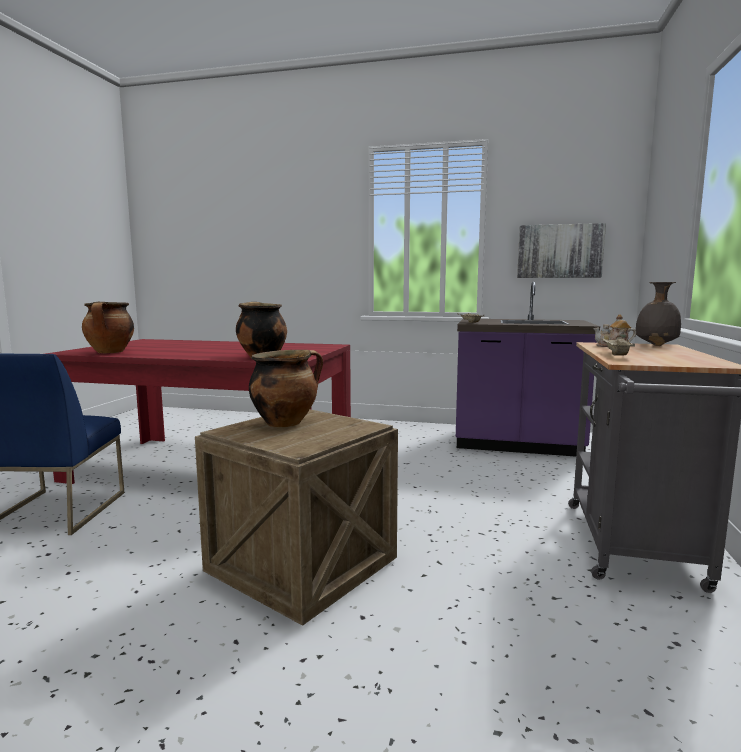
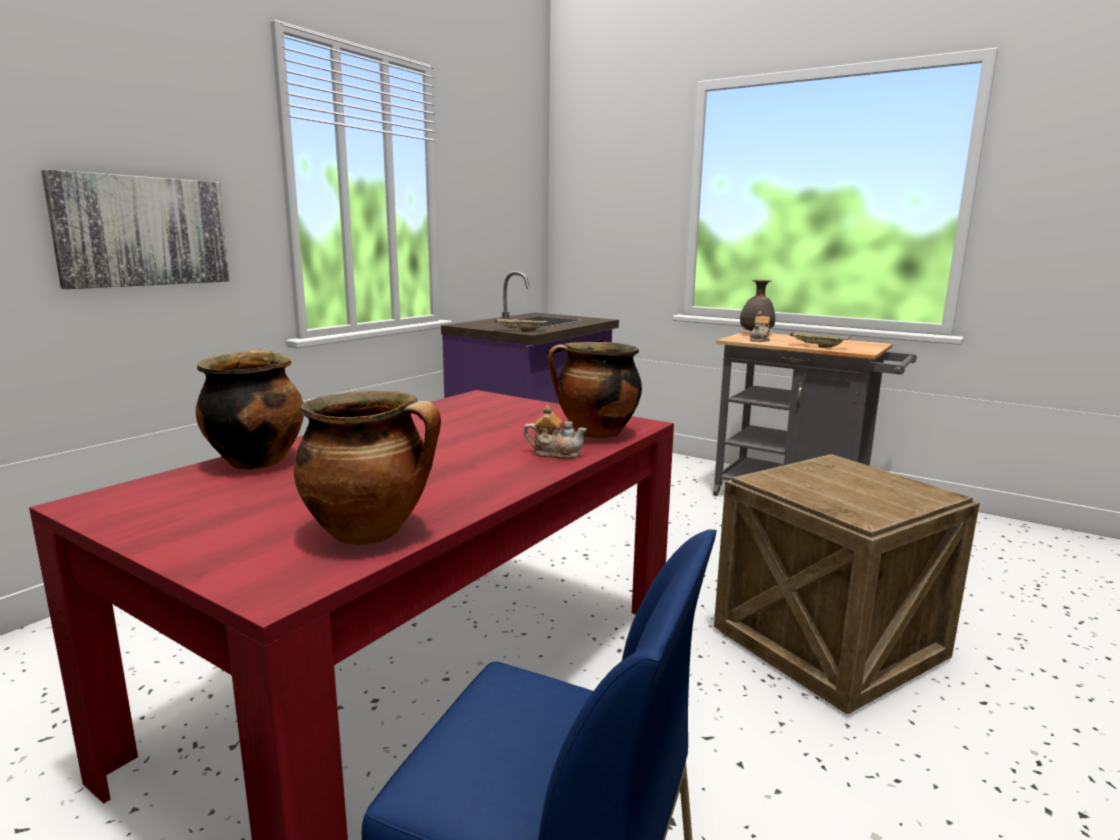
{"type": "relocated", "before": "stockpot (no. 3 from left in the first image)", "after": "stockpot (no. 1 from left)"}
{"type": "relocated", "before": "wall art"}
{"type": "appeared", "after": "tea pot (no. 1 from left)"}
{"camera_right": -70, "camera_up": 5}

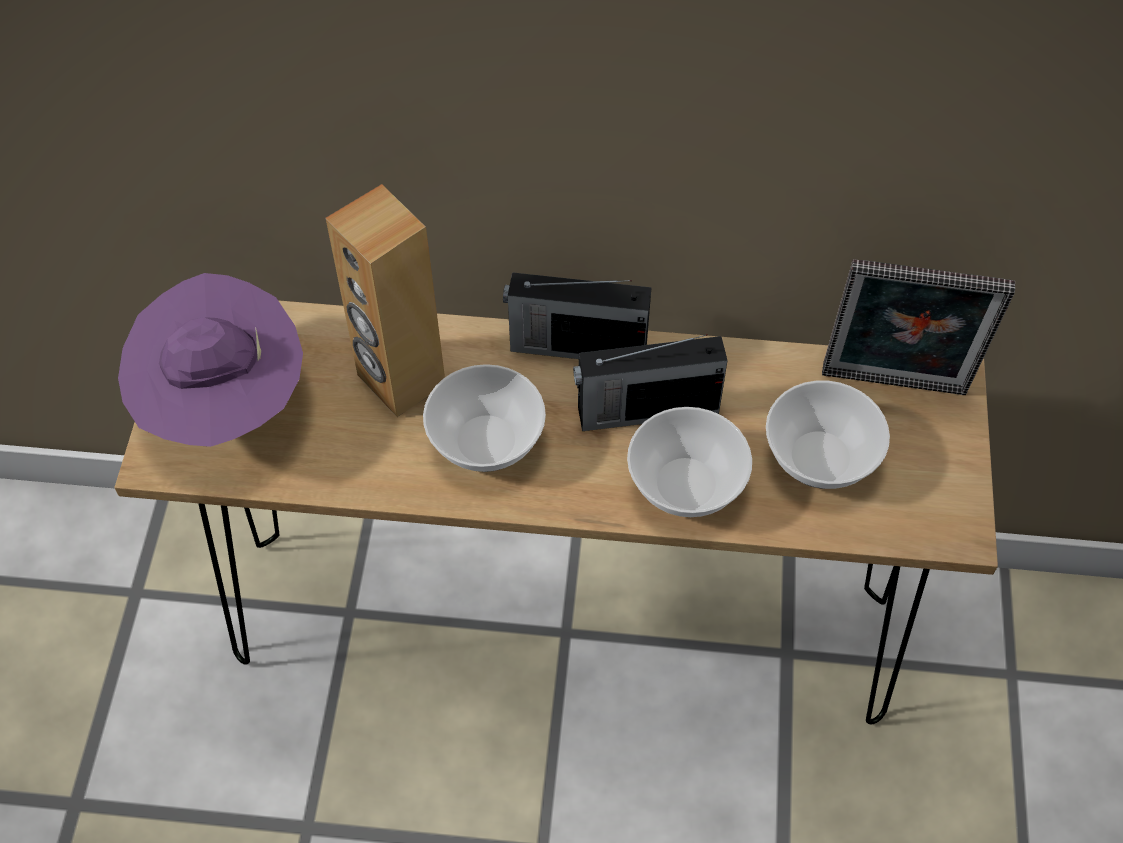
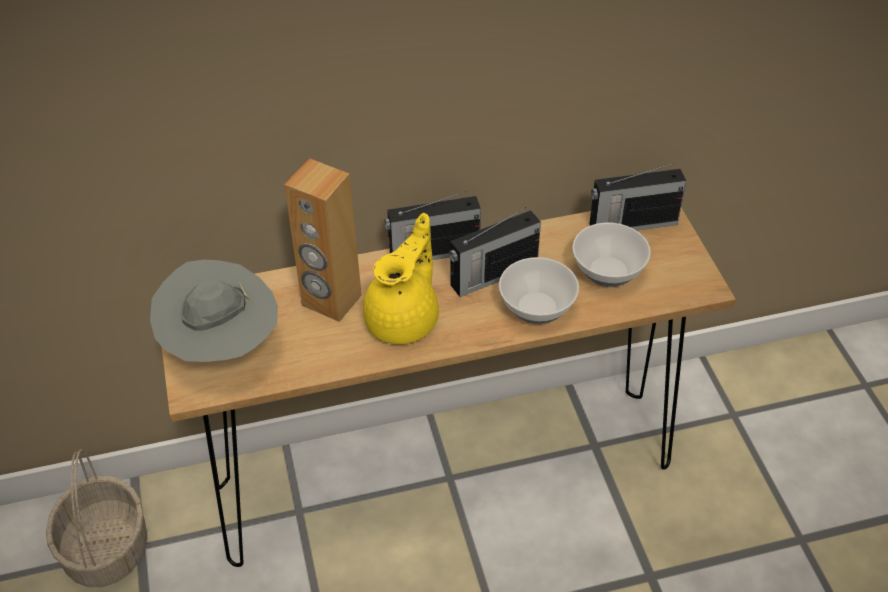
{"type": "colour", "before": "purple-coloured hat", "after": "gray hat"}
{"type": "exchanged", "before": "bowl (no. 1 from left)", "after": "yellowish tea pot"}
{"type": "exchanged", "before": "picture frame", "after": "radio set (no. 3 from left)"}
{"type": "appeared", "after": "storage basket"}
{"camera_right": -20, "camera_up": -10}

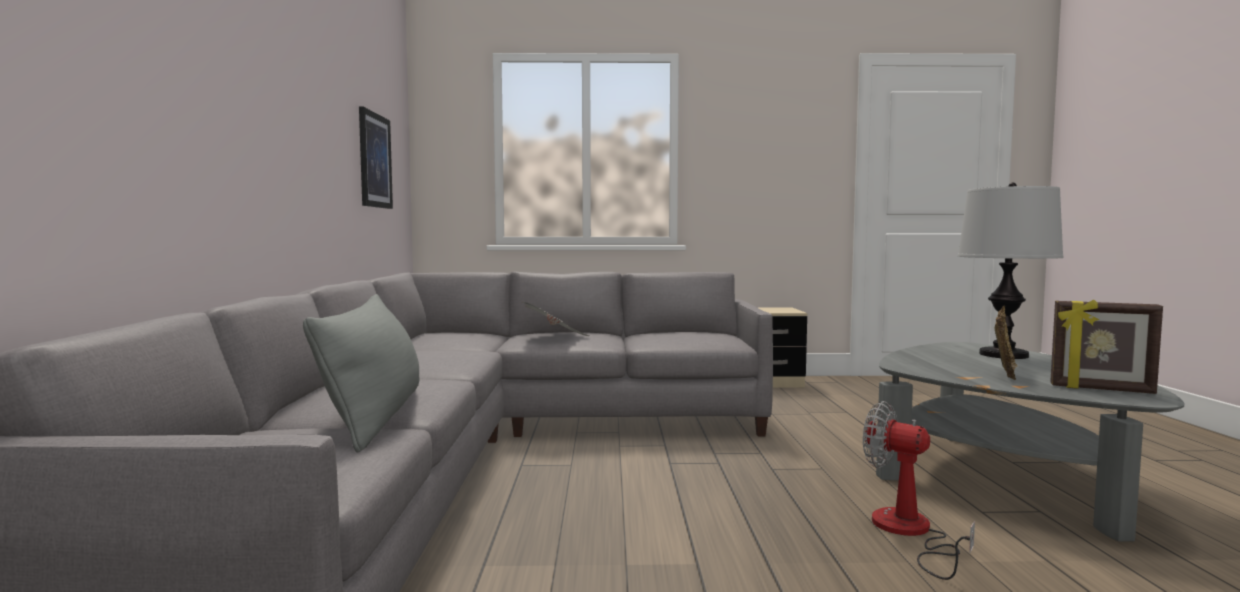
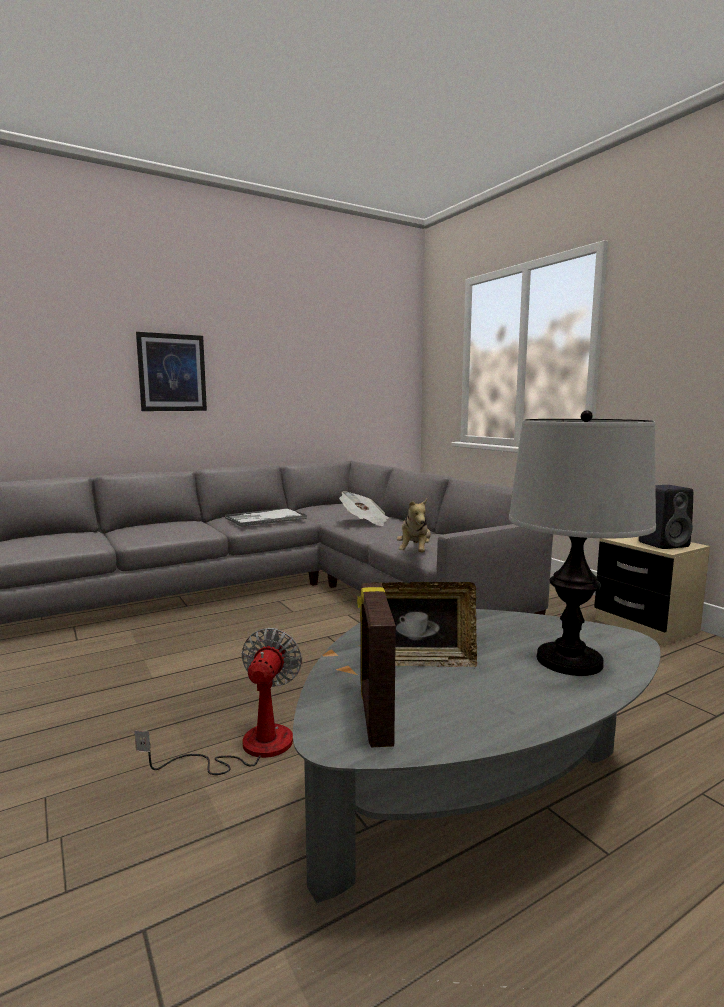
{"type": "missing", "before": "gray pillow"}
{"type": "relocated", "before": "wall art"}
{"type": "appeared", "after": "tray"}
{"type": "appeared", "after": "cuddly toy"}
{"type": "appeared", "after": "black-coloured loudspeaker"}
{"camera_right": 60, "camera_up": 5}

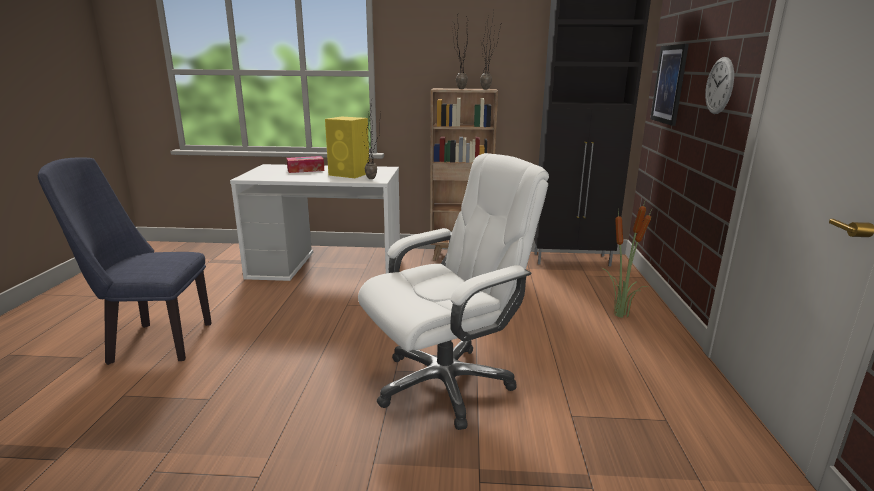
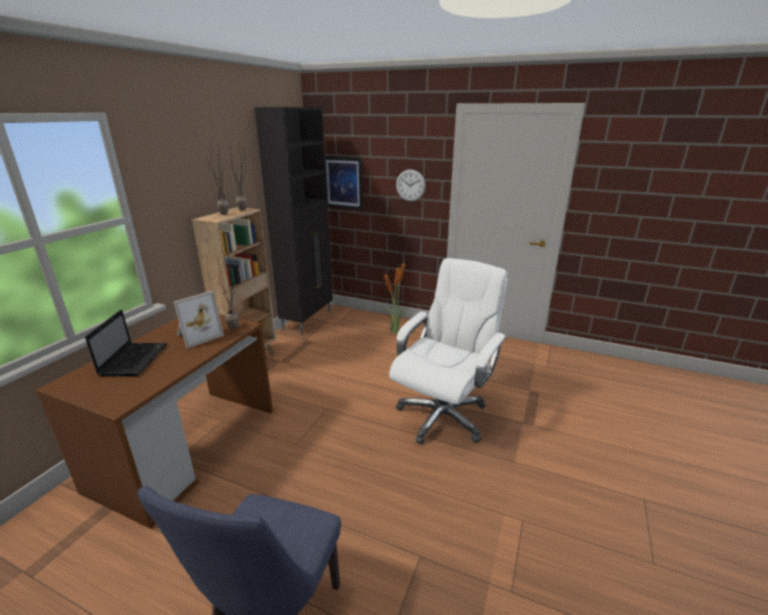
{"type": "colour", "before": "white desk unit", "after": "brownish desk unit"}
{"type": "exchanged", "before": "tissue holder", "after": "portable computer"}
{"type": "exchanged", "before": "yellowish loudspeaker", "after": "picture frame"}
{"type": "spun", "before": "white office chair", "turn": 45}
{"camera_right": -70, "camera_up": 5}

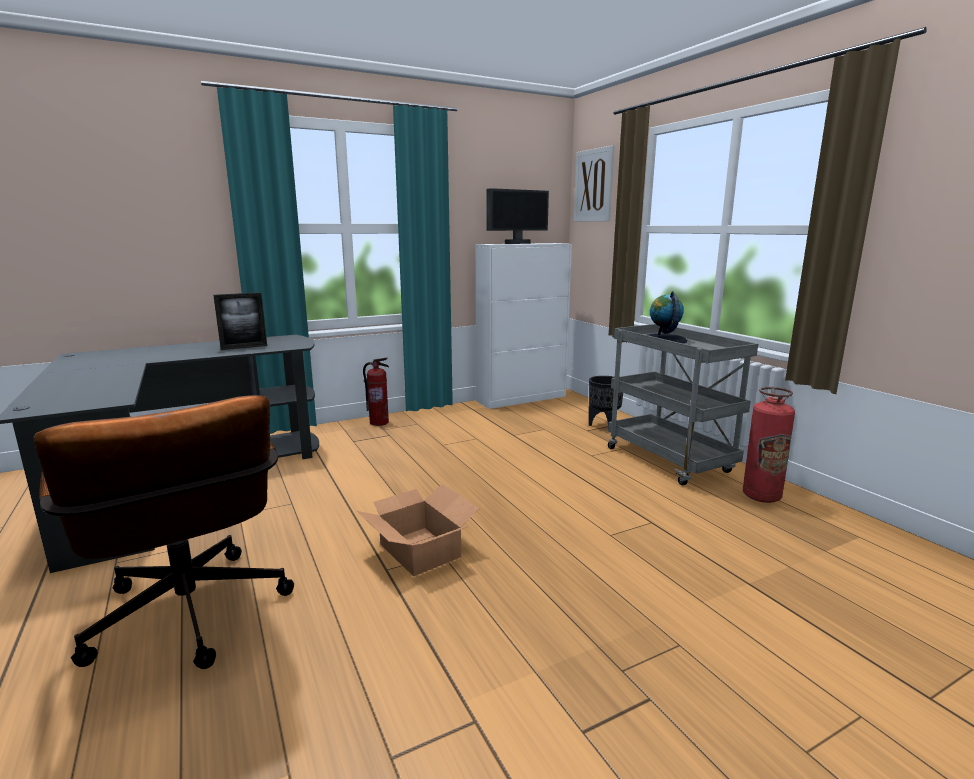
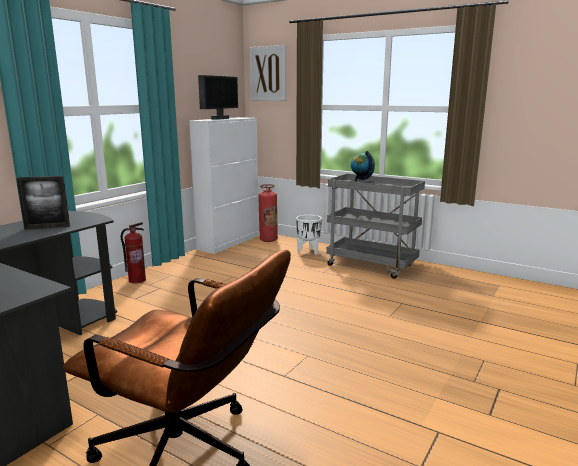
{"type": "spun", "before": "picture frame", "turn": 45}
{"type": "missing", "before": "packing box"}
{"type": "colour", "before": "black-coloured planter", "after": "white planter"}
{"type": "relocated", "before": "extinguisher (no. 2 from left)"}
{"camera_right": -30, "camera_up": 0}

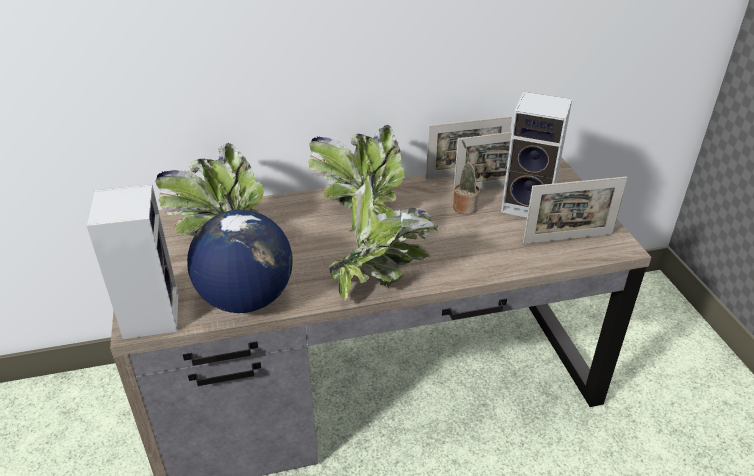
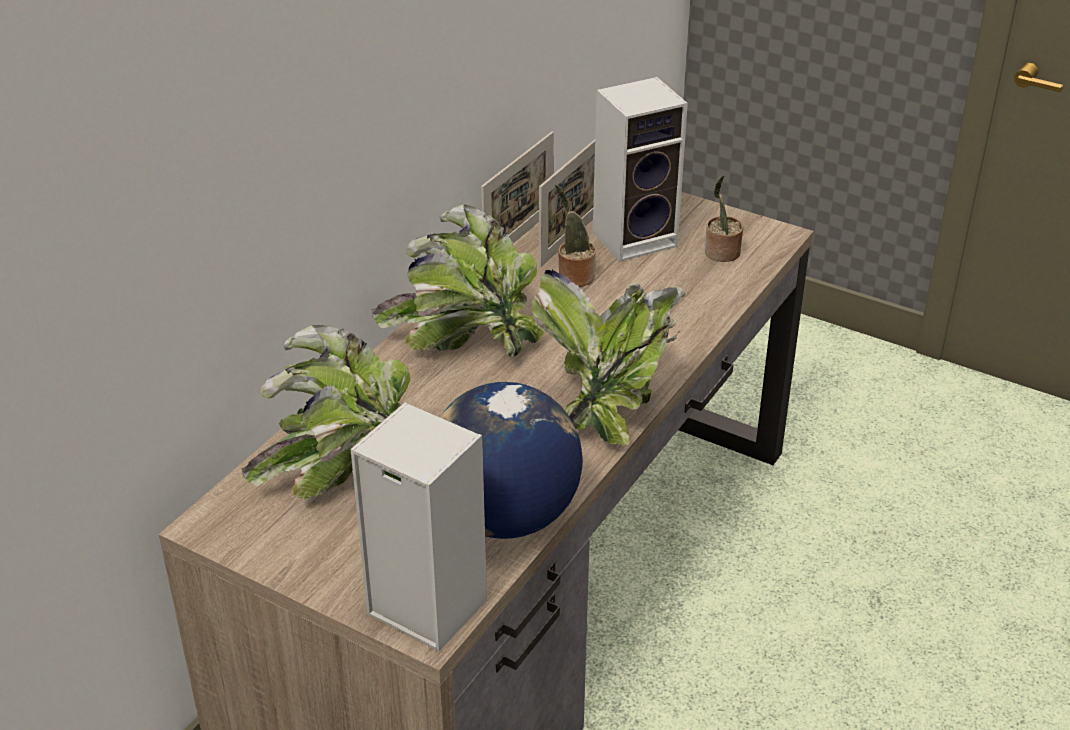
{"type": "exchanged", "before": "picture frame (no. 3 from left)", "after": "potted plant (no. 5 from left)"}
{"camera_right": -45, "camera_up": 0}

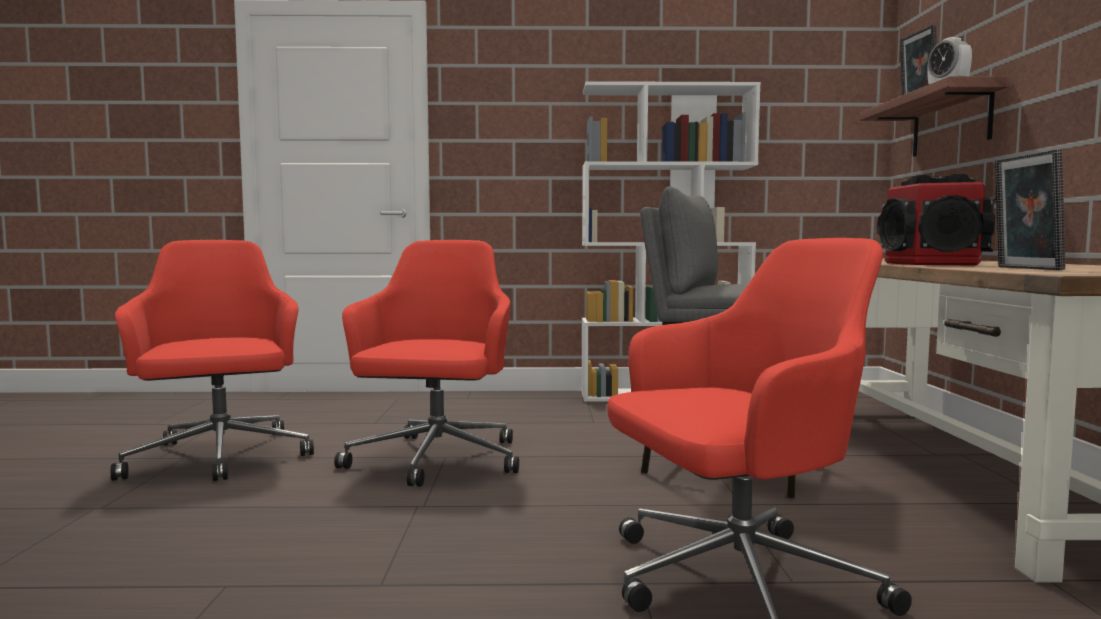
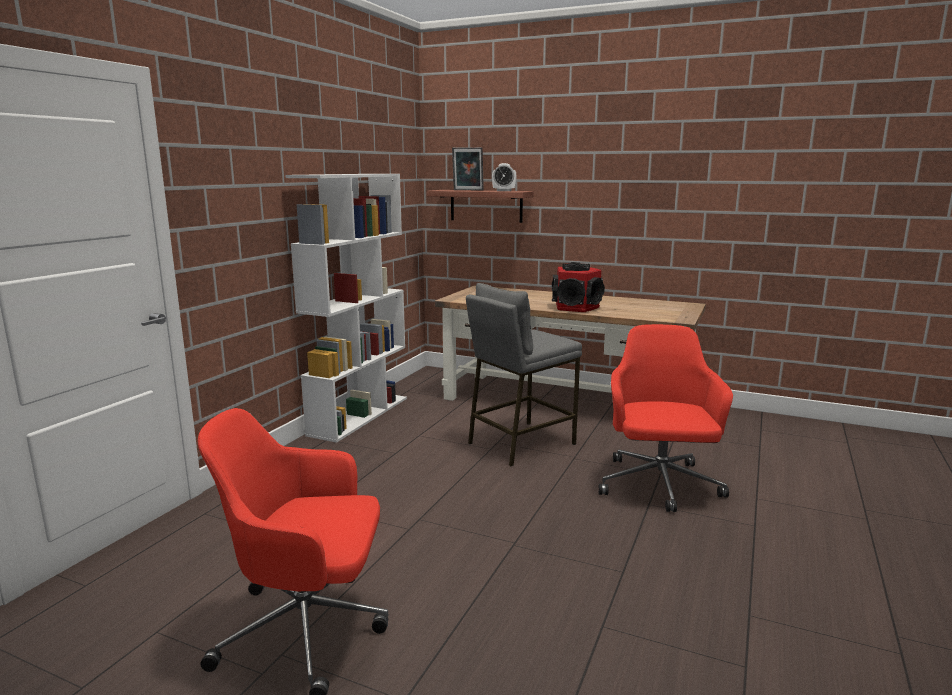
{"type": "missing", "before": "red-coloured office chair (no. 2 from left)"}
{"type": "missing", "before": "picture frame (no. 2 from left)"}
{"camera_right": -65, "camera_up": 10}

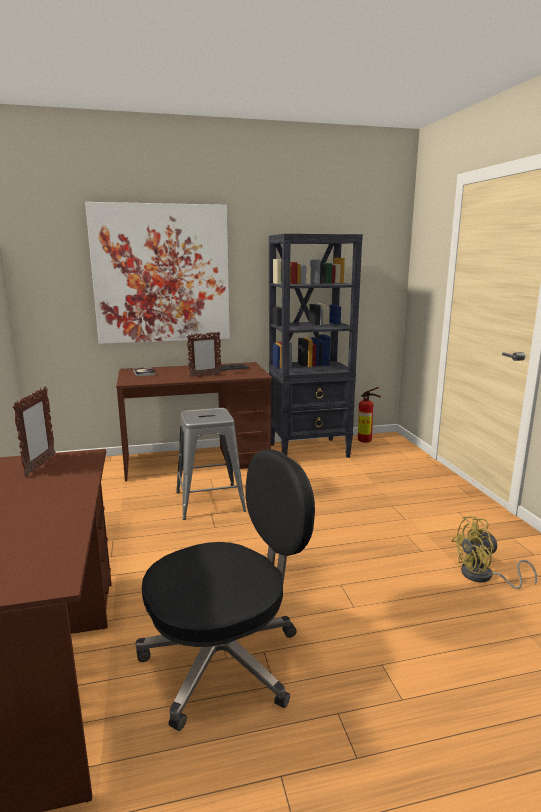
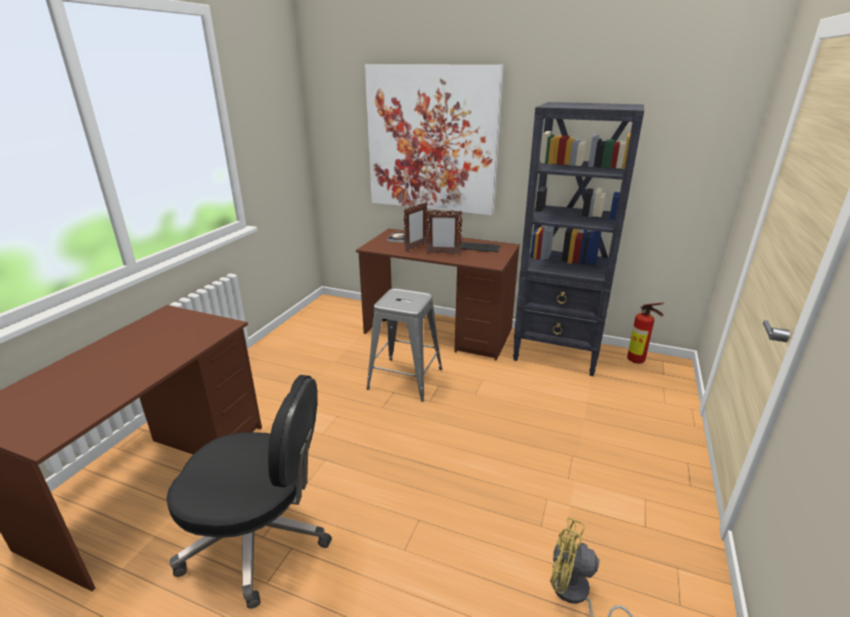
{"type": "relocated", "before": "picture frame (no. 1 from left)"}
{"camera_right": 35, "camera_up": 10}

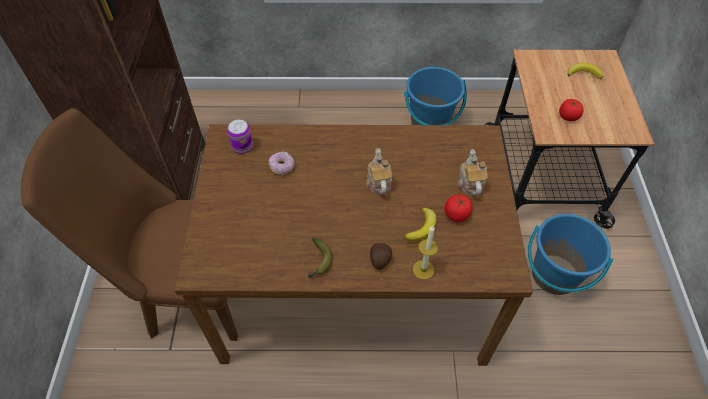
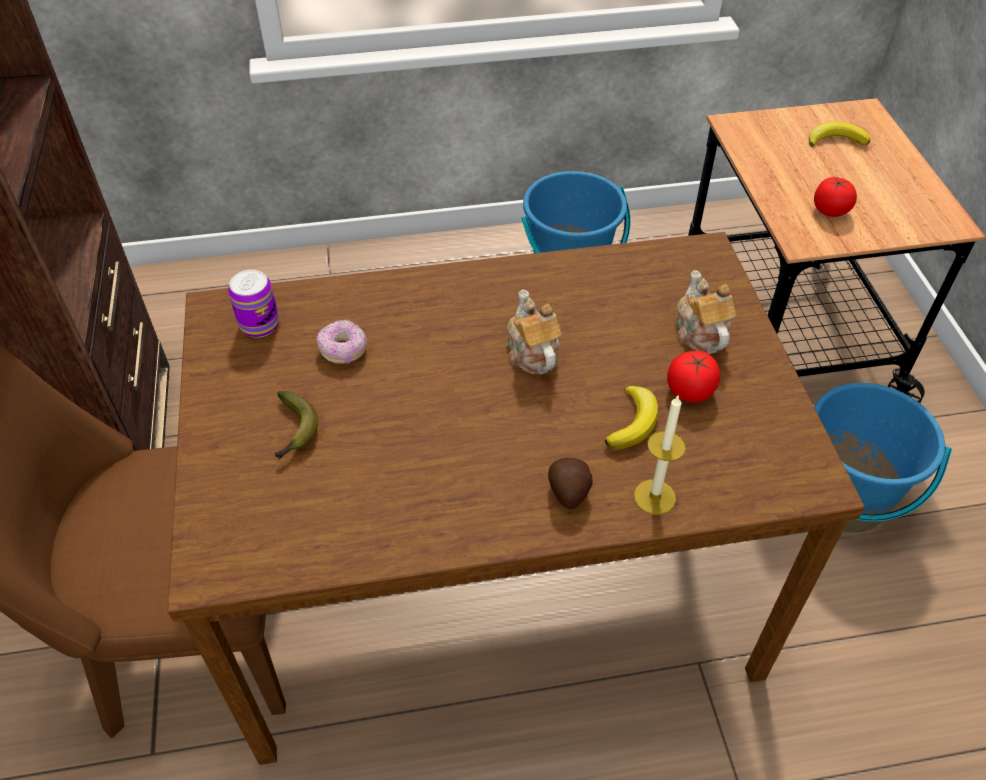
{"type": "relocated", "before": "banana (no. 1 from left)"}
{"camera_right": -10, "camera_up": -5}

